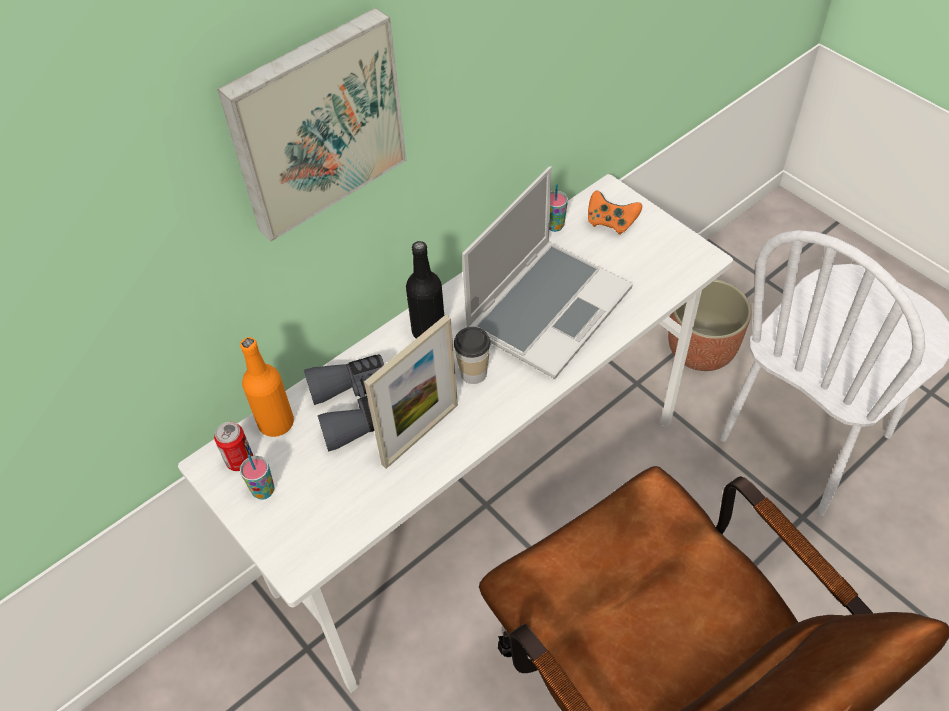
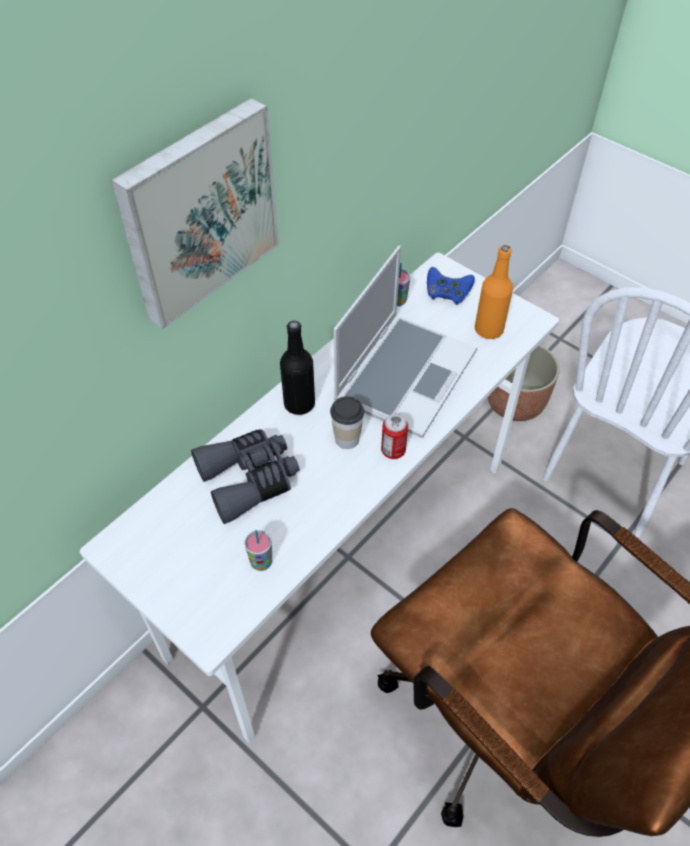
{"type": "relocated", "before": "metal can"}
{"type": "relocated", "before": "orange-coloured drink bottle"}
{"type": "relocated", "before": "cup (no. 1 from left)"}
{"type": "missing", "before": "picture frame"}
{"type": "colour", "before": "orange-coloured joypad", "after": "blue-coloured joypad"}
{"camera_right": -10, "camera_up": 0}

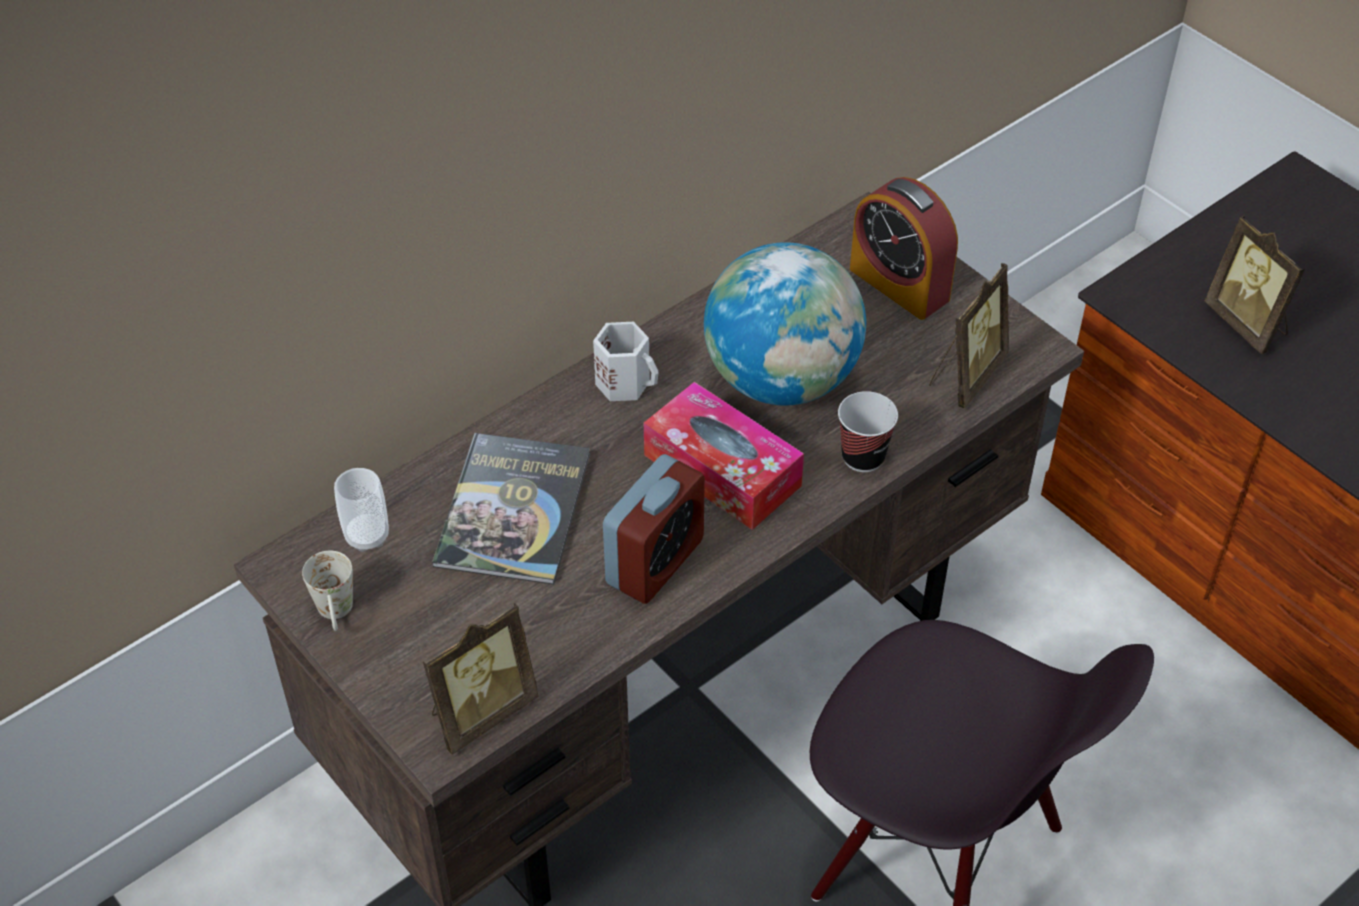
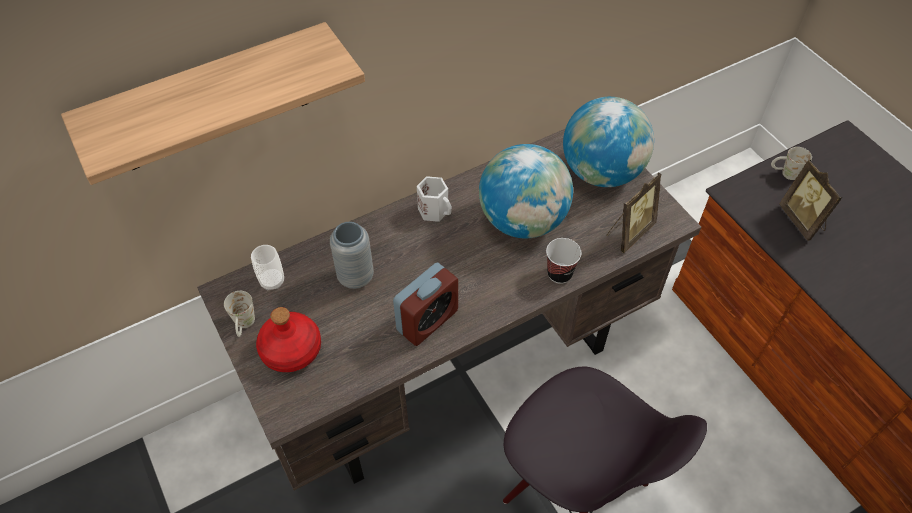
{"type": "missing", "before": "picture frame (no. 1 from left)"}
{"type": "exchanged", "before": "bound book", "after": "gray flower vase"}
{"type": "missing", "before": "tissue holder"}
{"type": "exchanged", "before": "bedside clock (no. 2 from left)", "after": "world globe (no. 2 from left)"}
{"type": "appeared", "after": "wall shelf"}
{"type": "appeared", "after": "red-coloured drink bottle"}
{"type": "appeared", "after": "white tea mug (no. 3 from left)"}
{"camera_right": 10, "camera_up": 5}

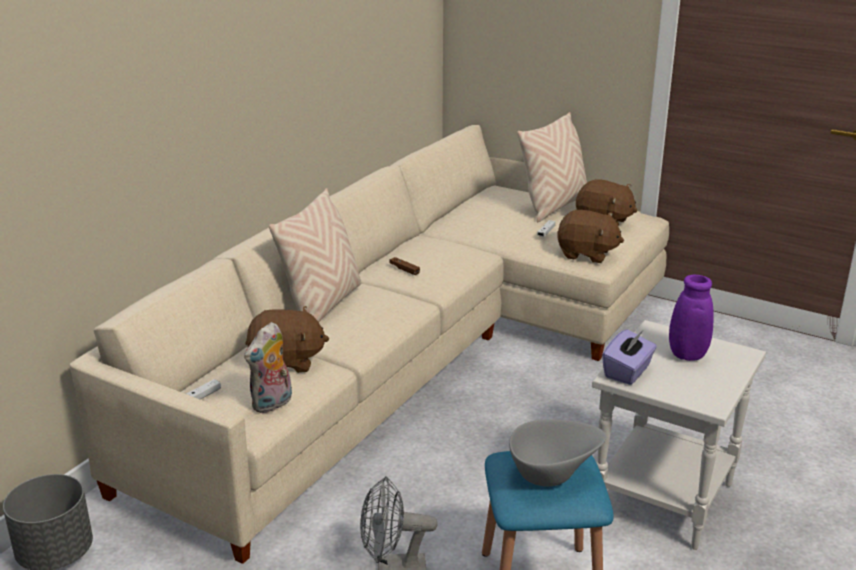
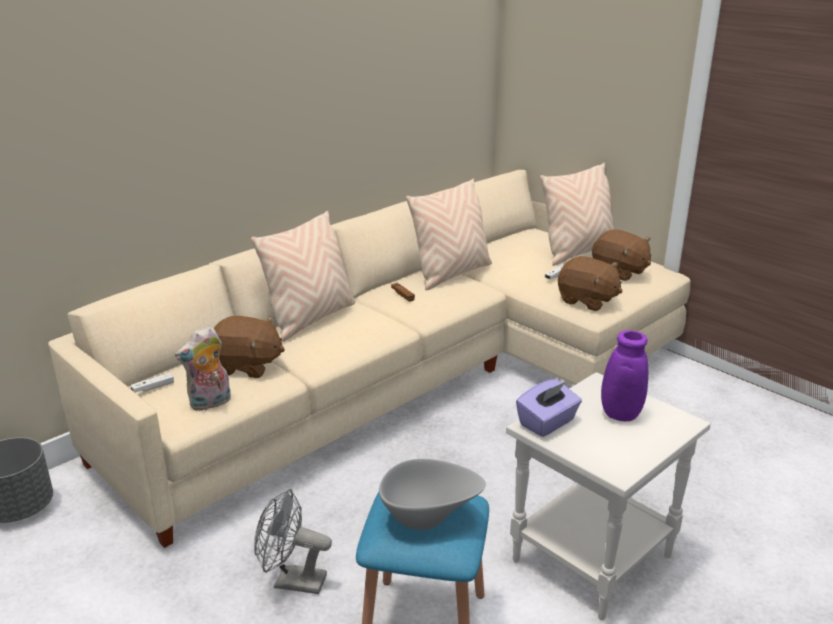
{"type": "appeared", "after": "beige pillow (no. 2 from left)"}
{"camera_right": 15, "camera_up": 0}

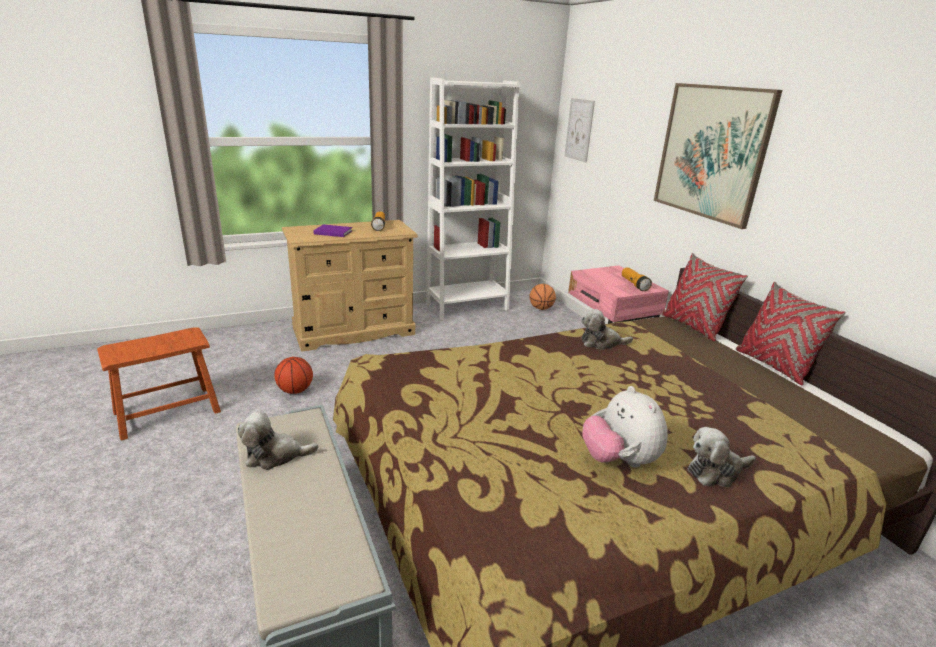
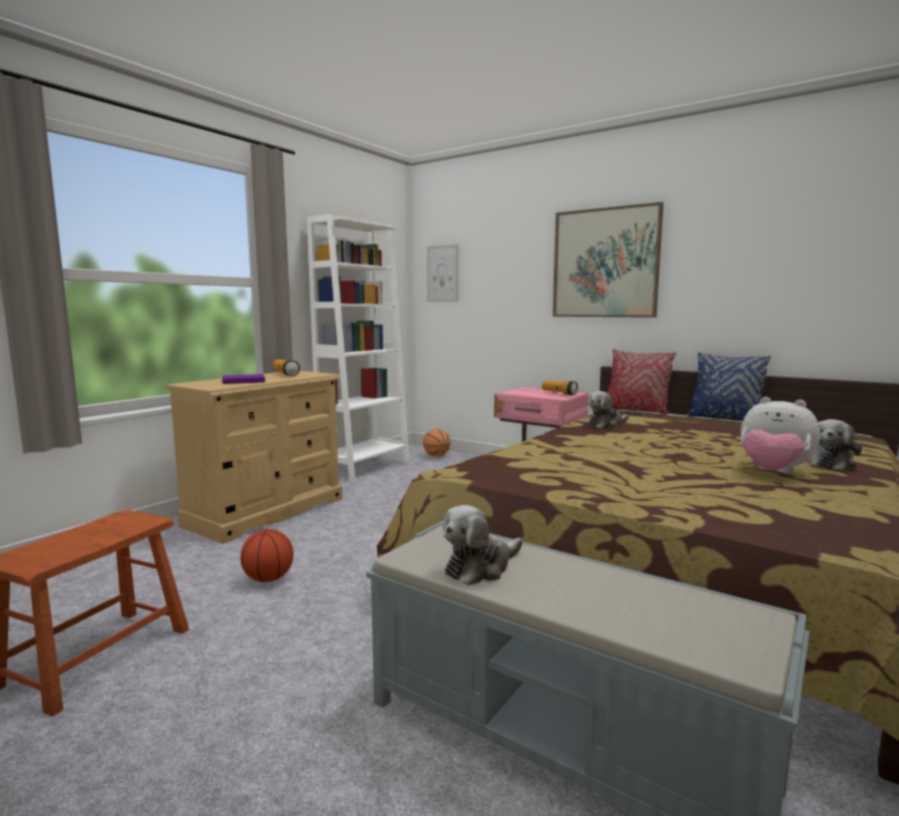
{"type": "colour", "before": "red-coloured pillow (no. 2 from left)", "after": "blue-coloured pillow"}
{"camera_right": -30, "camera_up": -15}

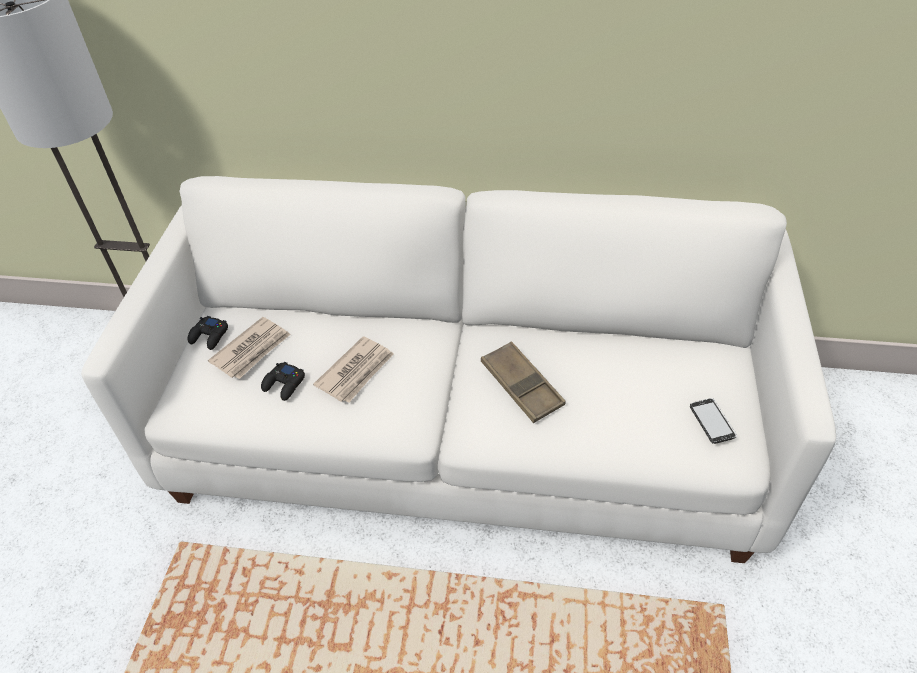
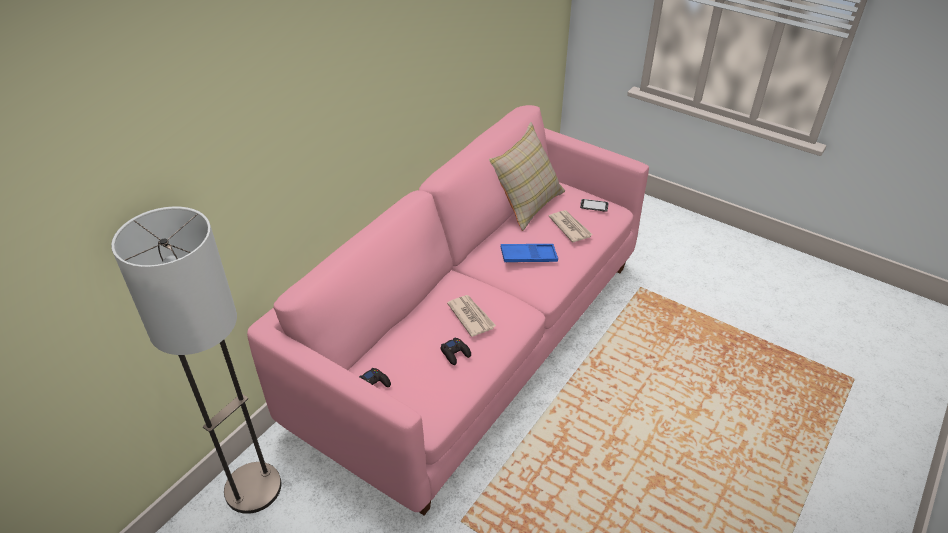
{"type": "colour", "before": "white sofa", "after": "pink sofa"}
{"type": "relocated", "before": "daily paper (no. 1 from left in the first image)", "after": "daily paper (no. 2 from left)"}
{"type": "colour", "before": "brownish tray", "after": "blue-coloured tray"}
{"type": "appeared", "after": "beige pillow"}
{"camera_right": -65, "camera_up": -5}

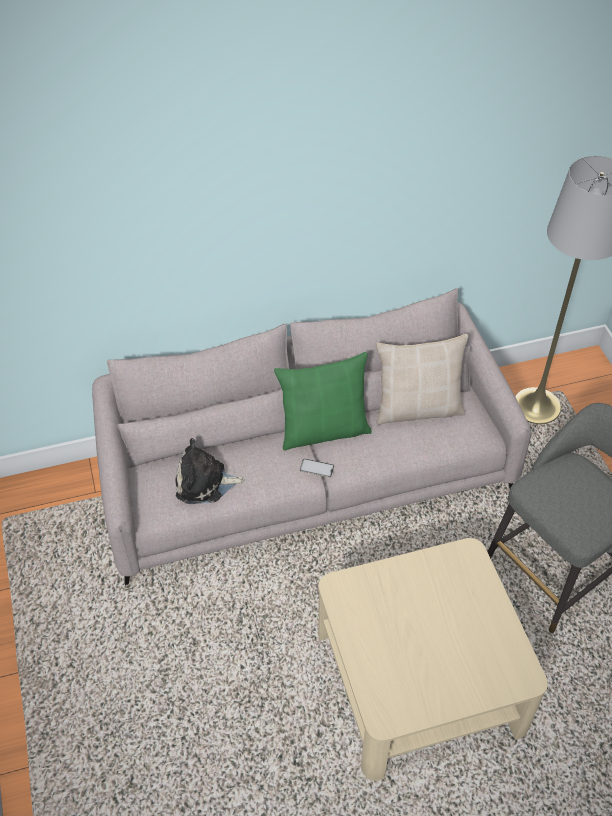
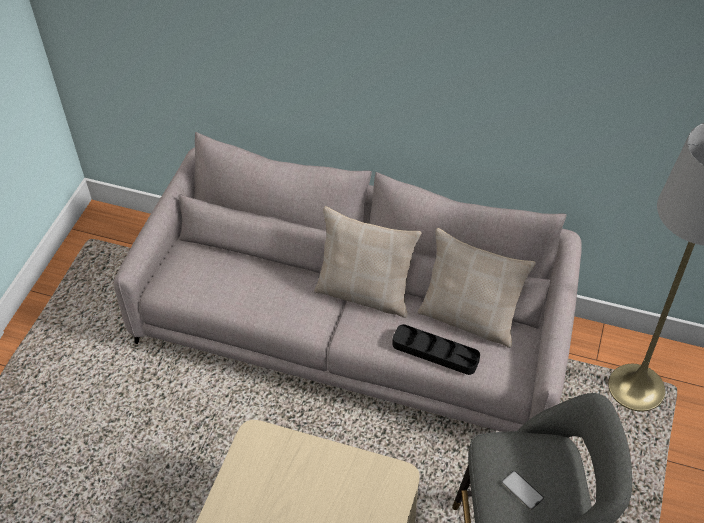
{"type": "missing", "before": "cuddly toy"}
{"type": "colour", "before": "green-coloured pillow", "after": "beige pillow (no. 1 from left)"}
{"type": "relocated", "before": "telephone"}
{"type": "appeared", "after": "black-coloured tray"}
{"camera_right": 35, "camera_up": 0}

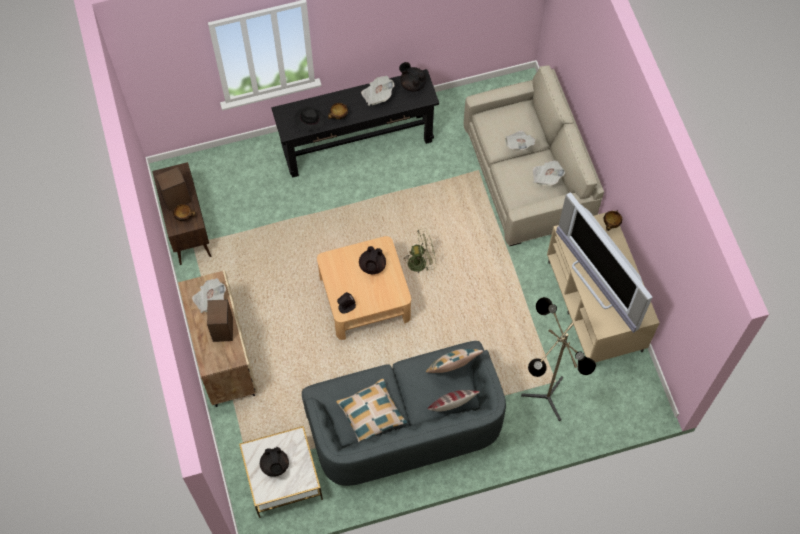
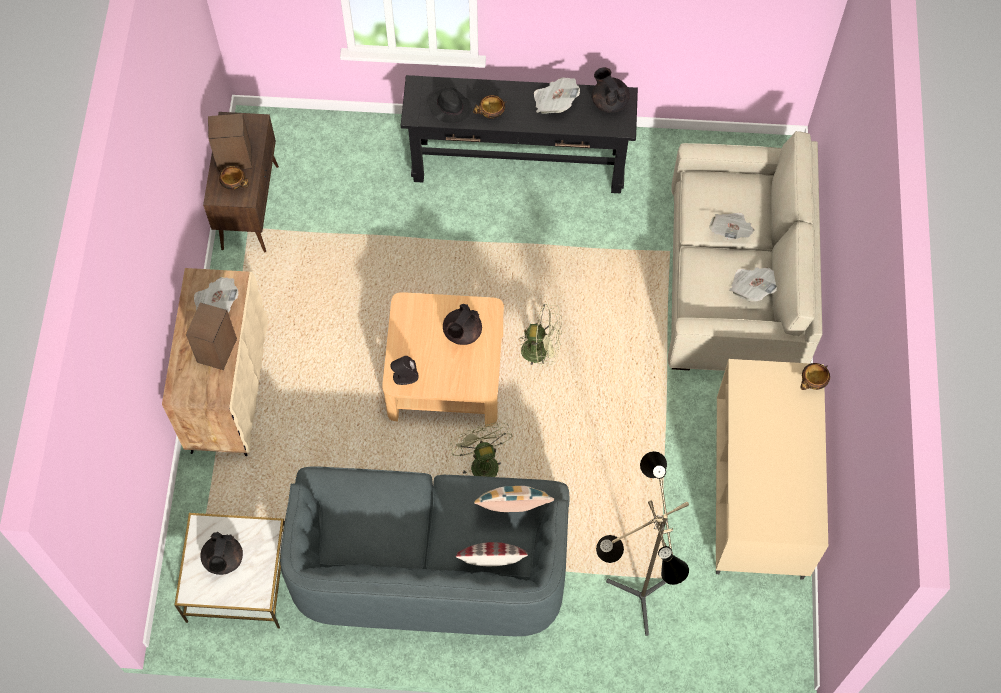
{"type": "missing", "before": "pillow (no. 1 from left)"}
{"type": "missing", "before": "TV"}
{"type": "appeared", "after": "green-coloured fan (no. 1 from left)"}
{"camera_right": 20, "camera_up": 0}

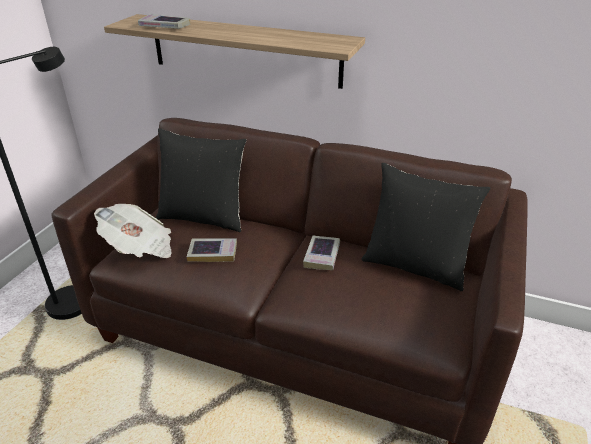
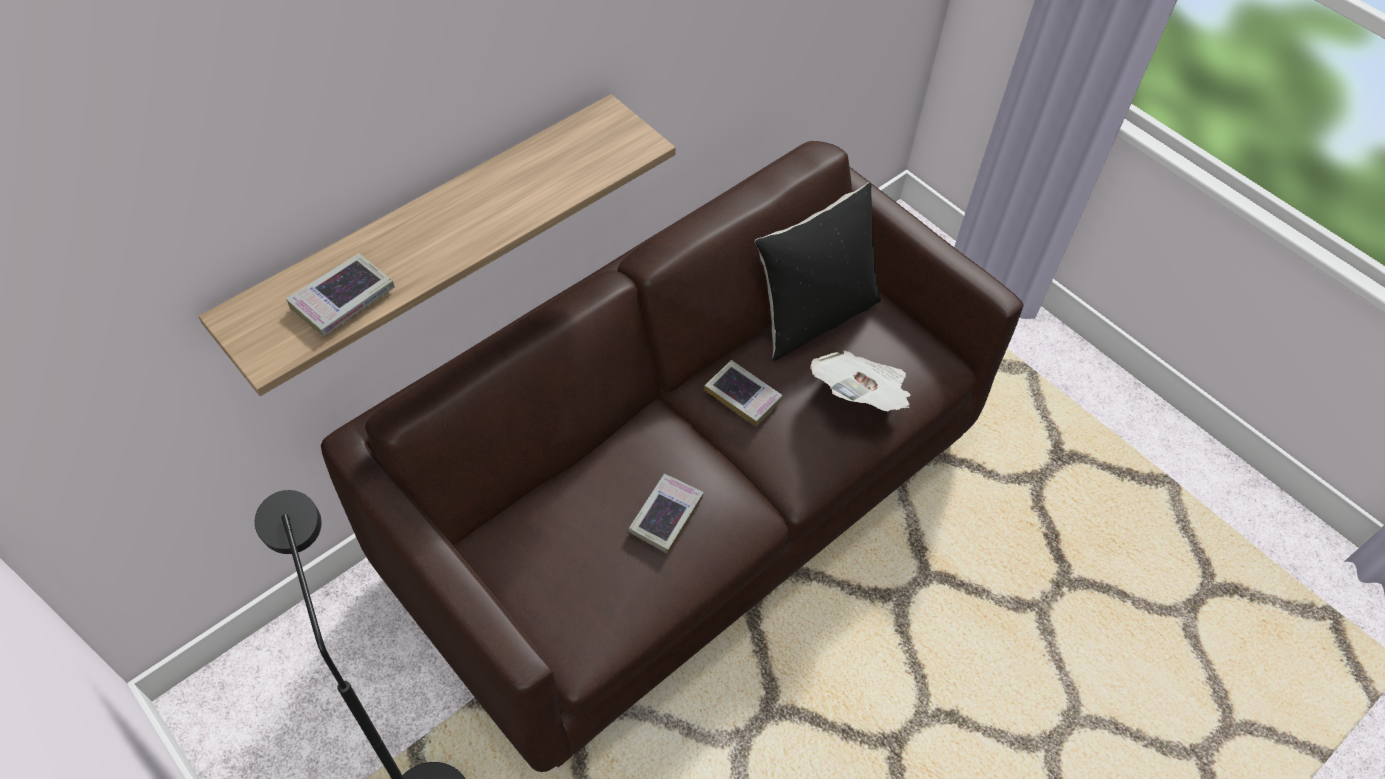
{"type": "relocated", "before": "daily paper"}
{"type": "missing", "before": "black-coloured pillow (no. 1 from left)"}
{"camera_right": -65, "camera_up": 20}

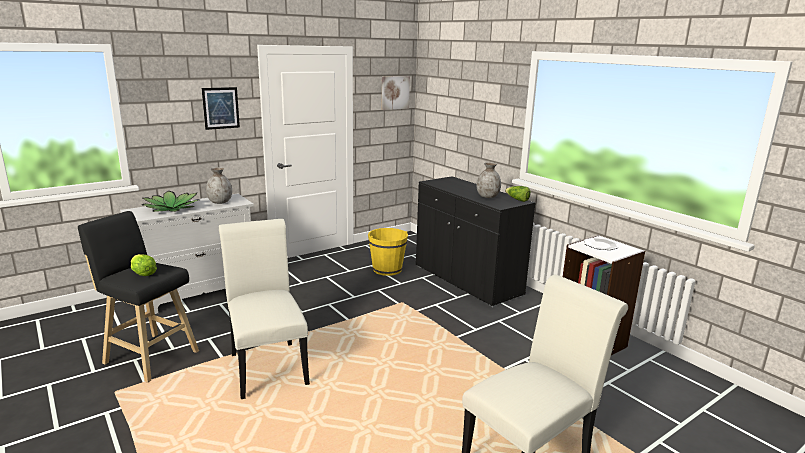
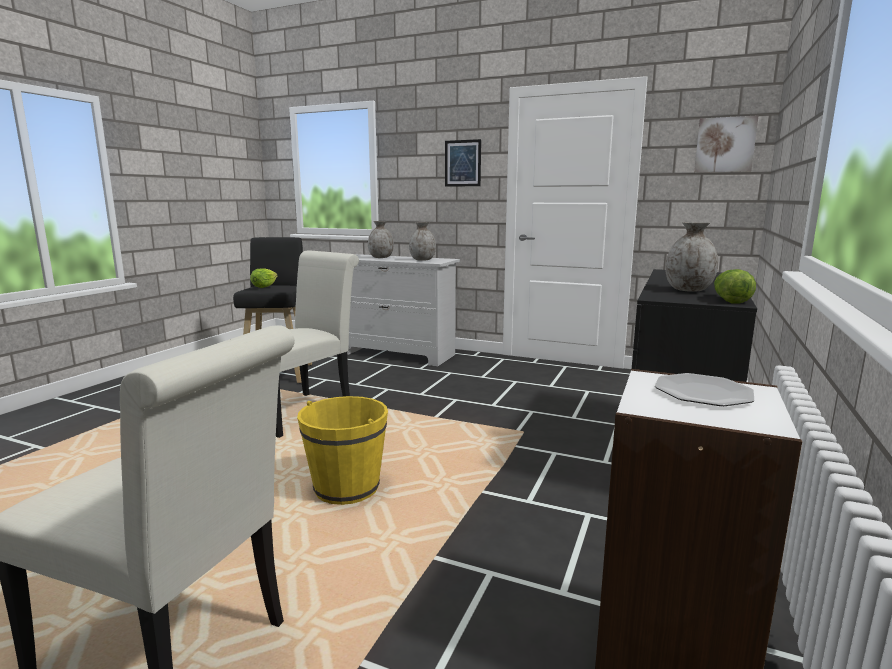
{"type": "exchanged", "before": "potted plant", "after": "gray flower vase (no. 1 from left)"}
{"type": "relocated", "before": "yellowish bucket"}
{"camera_right": 60, "camera_up": -5}

